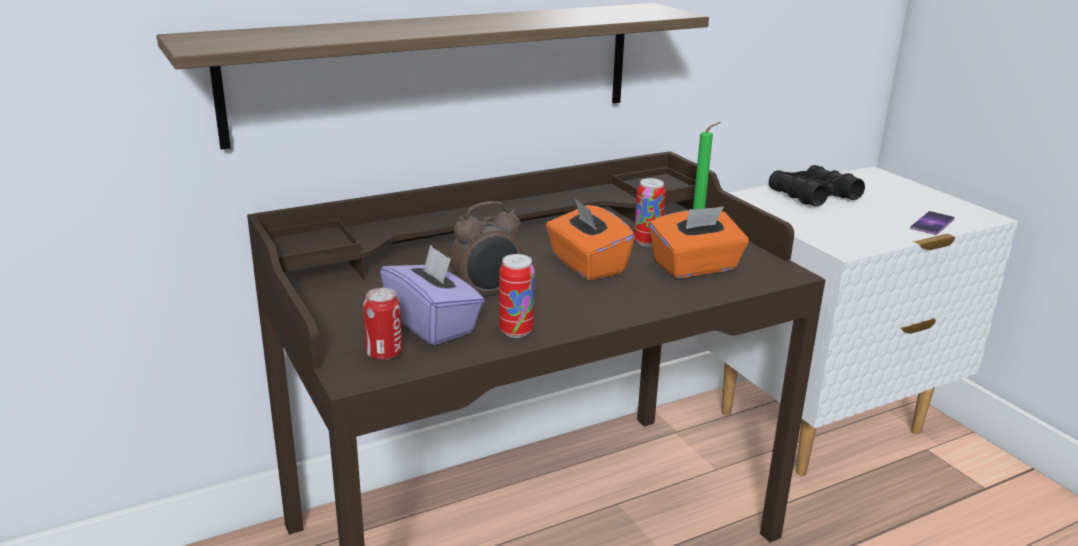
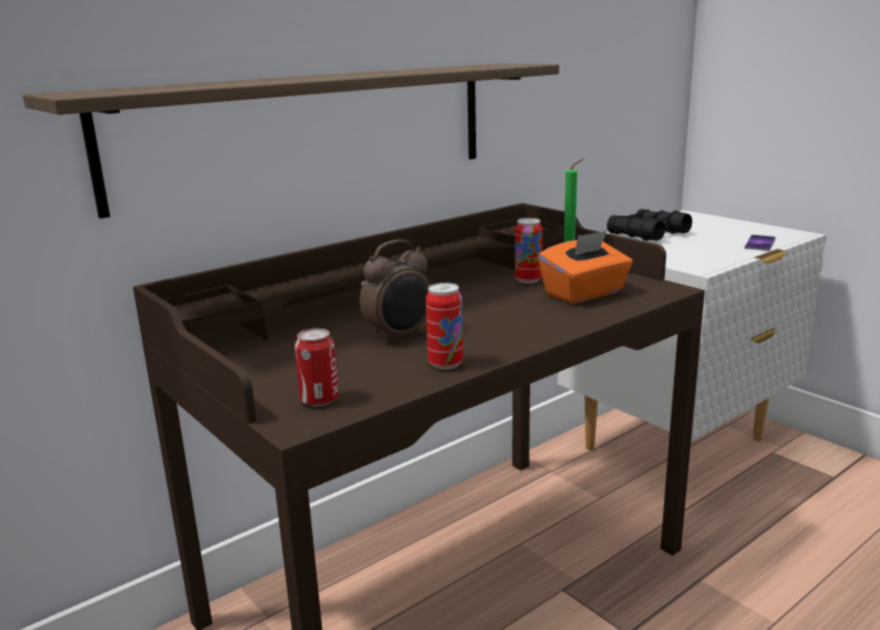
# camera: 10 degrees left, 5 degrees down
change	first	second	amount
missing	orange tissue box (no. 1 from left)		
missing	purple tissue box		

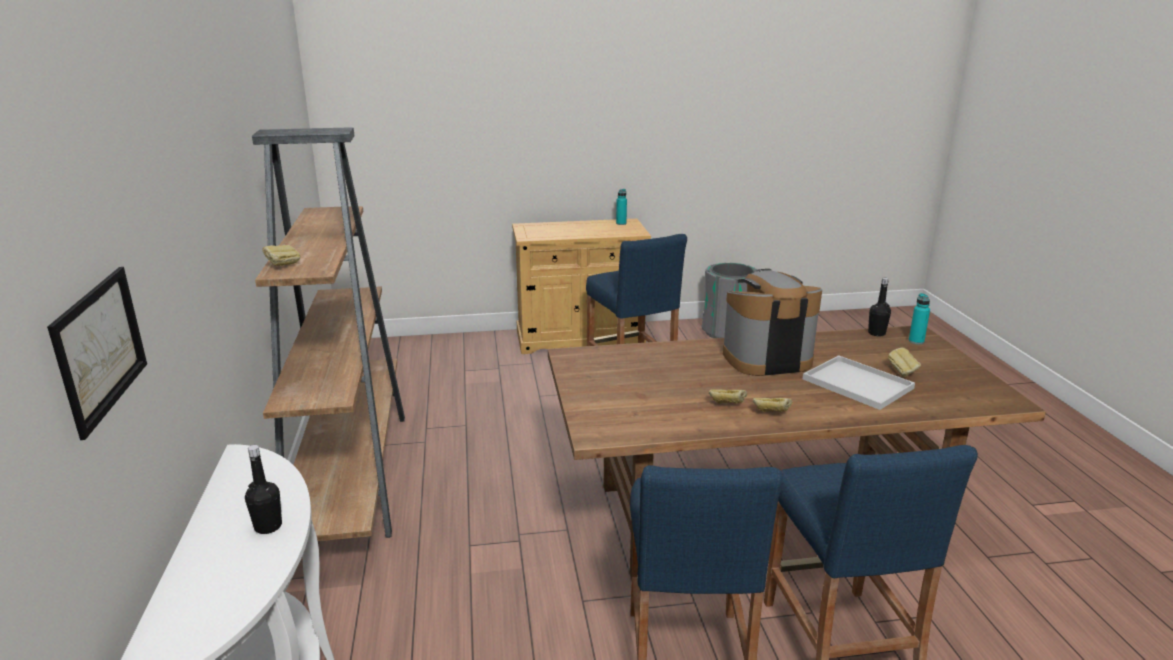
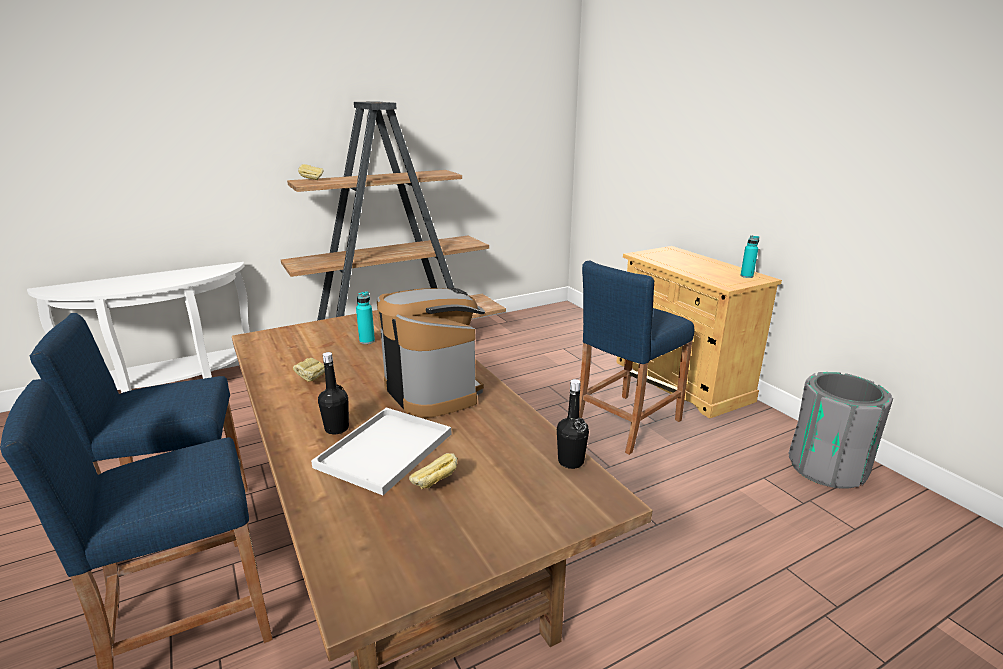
# camera: 70 degrees right, 0 degrees up
change	first	second	amount
missing	picture		
relocated	turquoise bottle (no. 2 from left in the first image)	turquoise bottle (no. 1 from left)	
missing	bread (no. 3 from left)		
relocated	black bottle (no. 1 from left)		

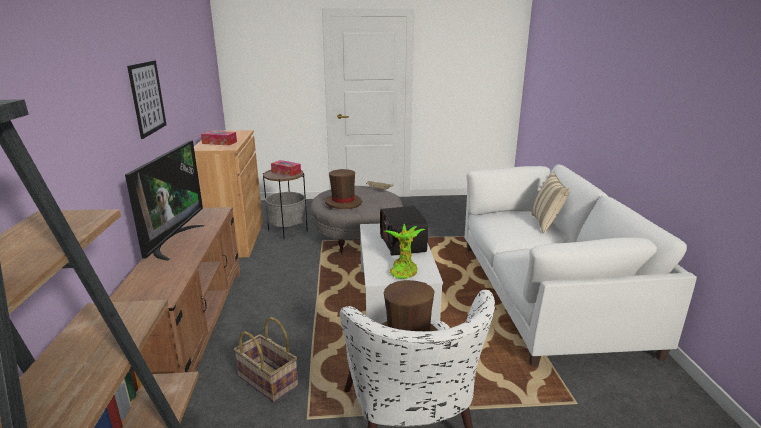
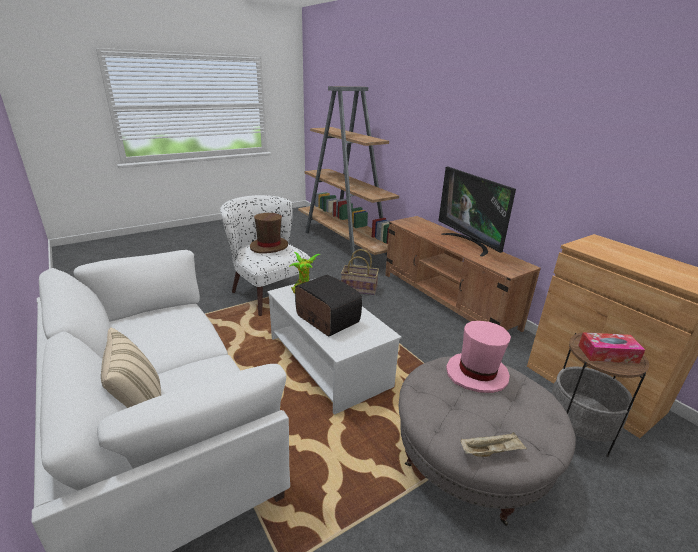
# camera: 150 degrees right, 5 degrees up
change	first	second	amount
missing	picture		
missing	tissue box (no. 1 from left)		
colour	brown hat (no. 1 from left)	pink hat	

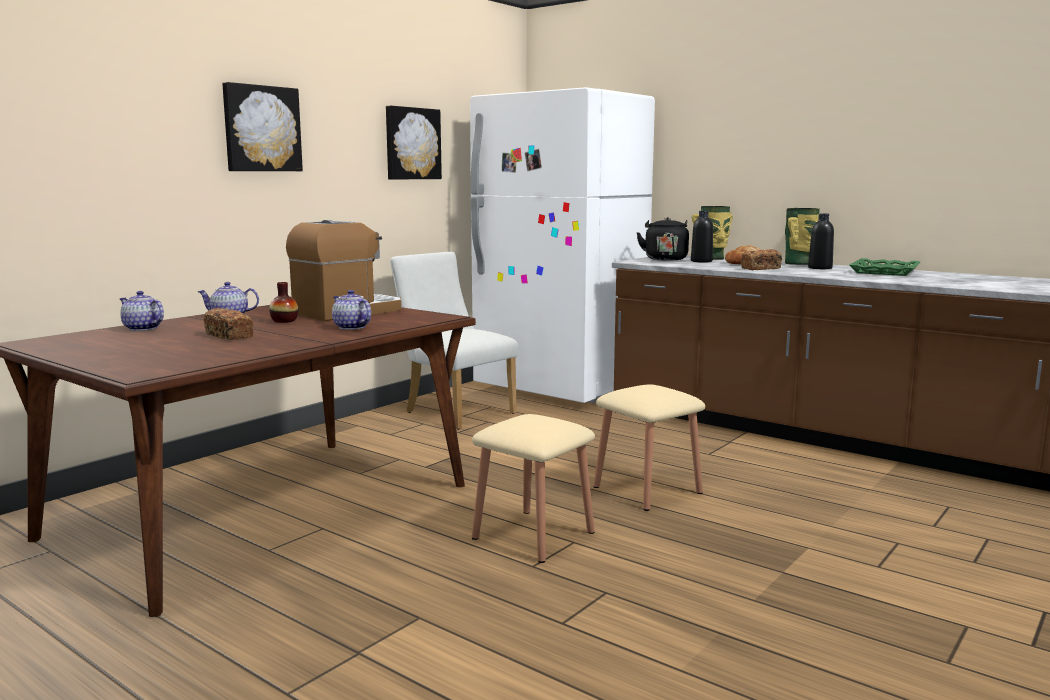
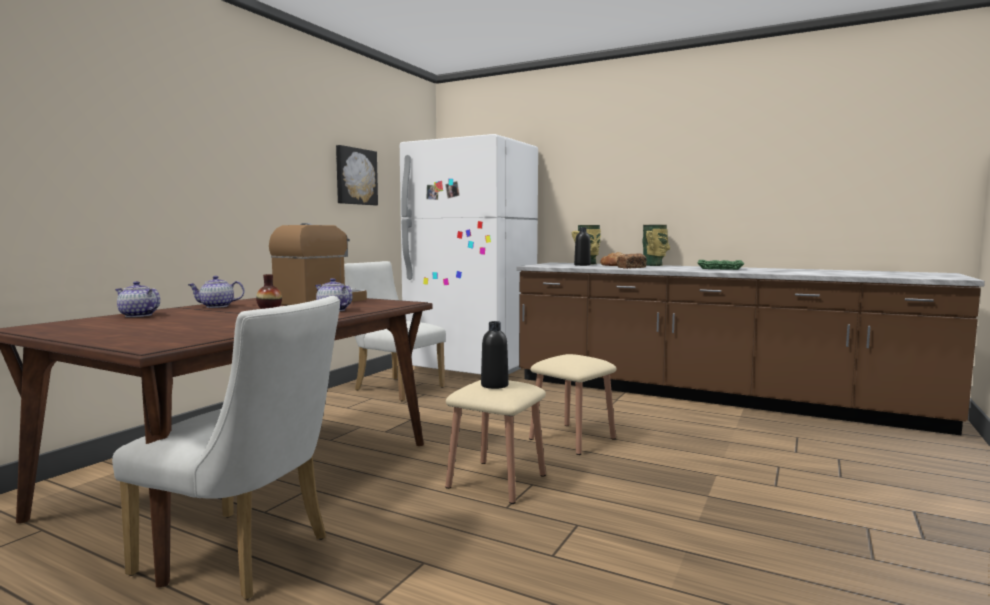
# camera: 10 degrees left, 5 degrees down
change	first	second	amount
missing	picture (no. 1 from left)		
relocated	black bottle (no. 2 from left in the first image)	black bottle (no. 1 from left)	
missing	black kettle		
missing	bread (no. 1 from left)		
appeared		white chair (no. 1 from left)	

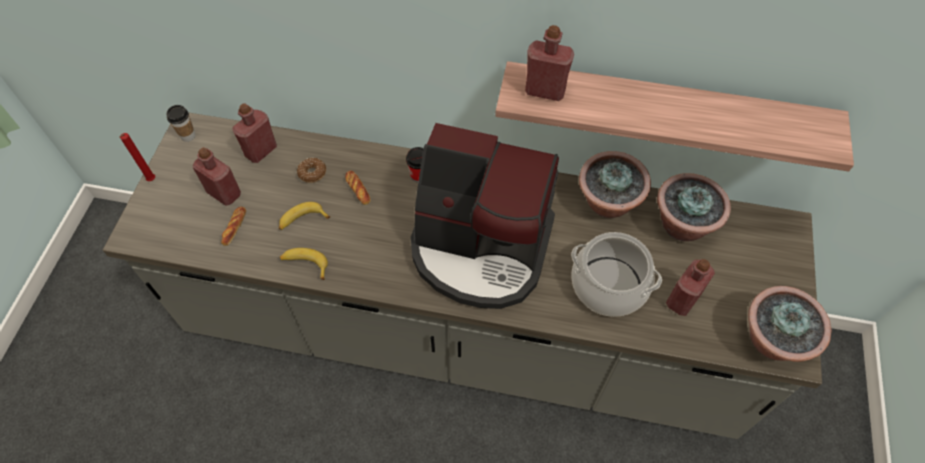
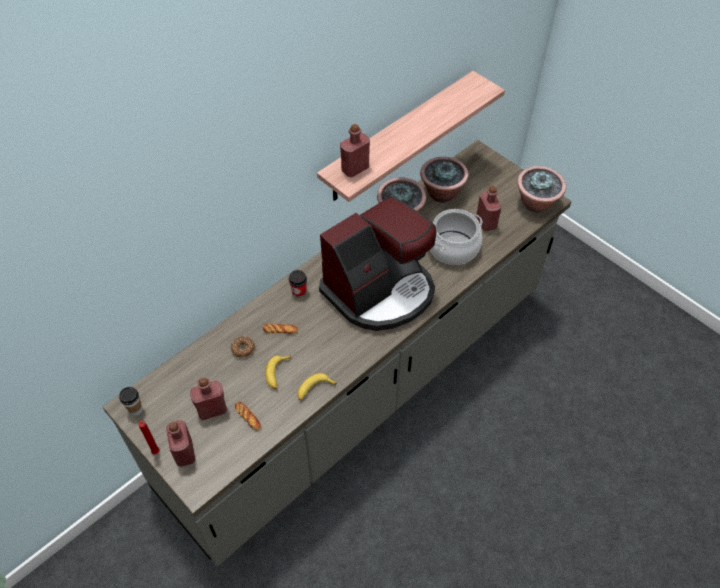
# camera: 55 degrees left, 5 degrees down
change	first	second	amount
relocated	red bottle (no. 2 from left in the first image)	red bottle (no. 1 from left)	

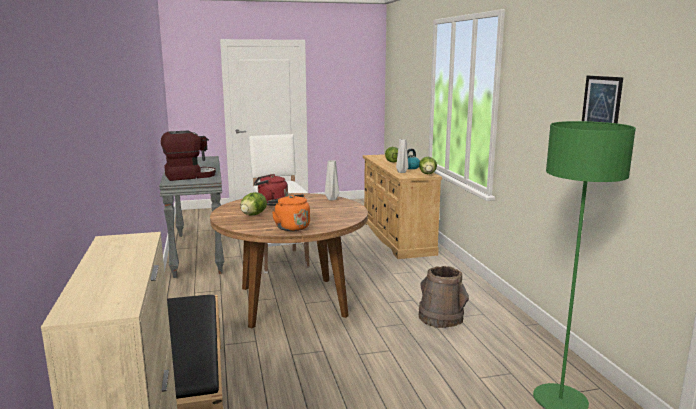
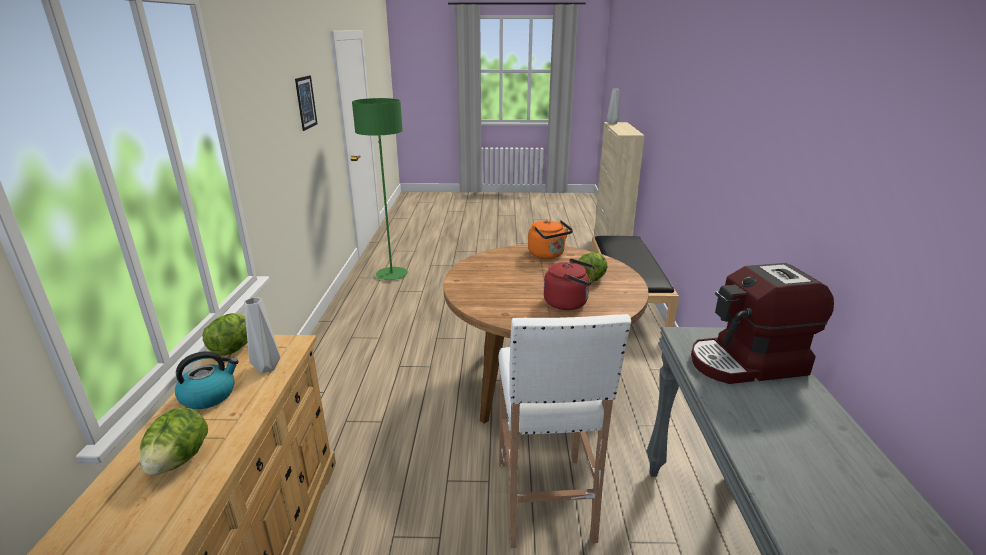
# camera: 165 degrees left, 10 degrees up
change	first	second	amount
relocated	grey vase (no. 1 from left in the first image)	grey vase (no. 2 from left)	
missing	brown bucket		

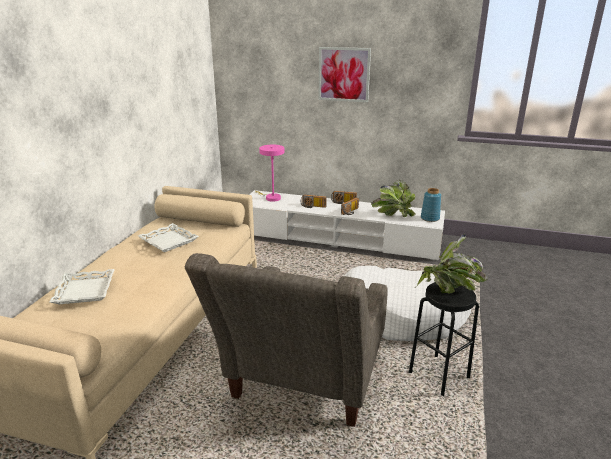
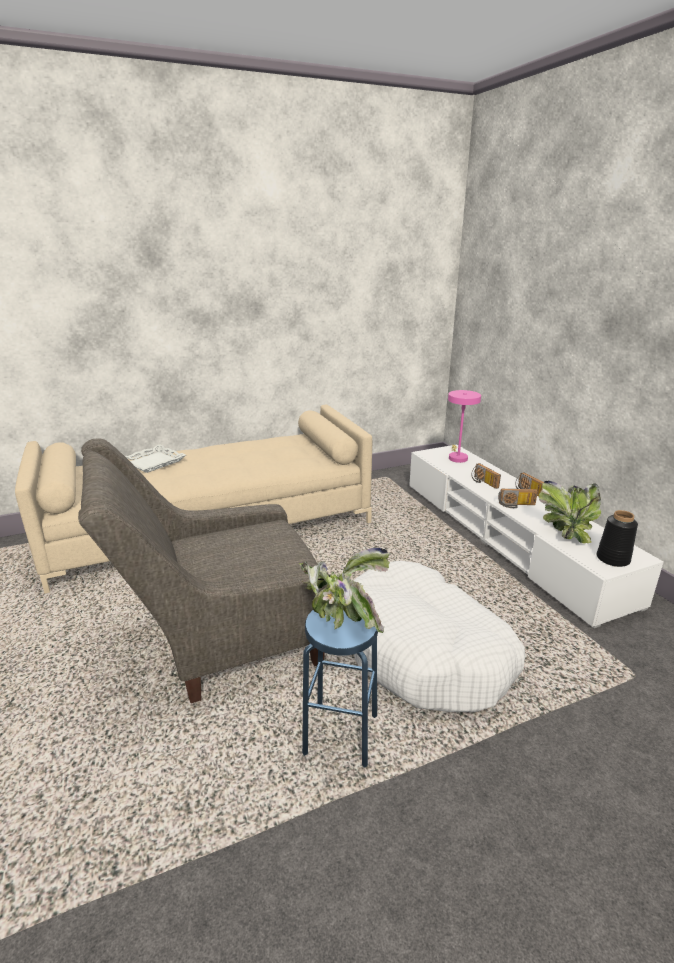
# camera: 50 degrees right, 0 degrees up
change	first	second	amount
missing	picture		
colour	blue vase	black vase	
missing	white tray (no. 2 from left)		
colour	black stool	blue stool	

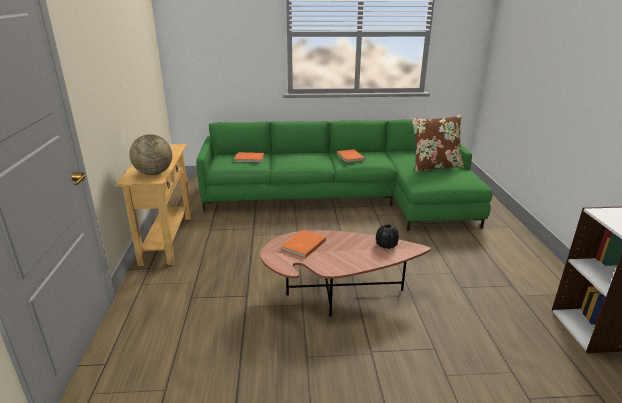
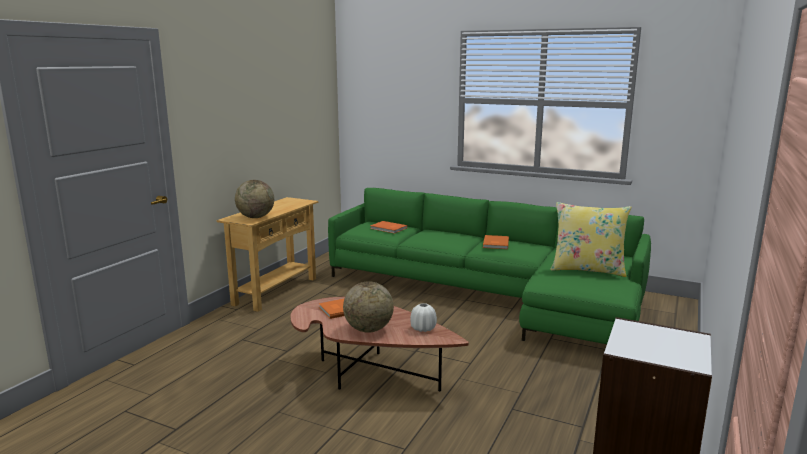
# camera: 30 degrees right, 10 degrees down
change	first	second	amount
colour	brown pillow	yellow pillow	
colour	black vase	white vase	
appeared		globe (no. 2 from left)	

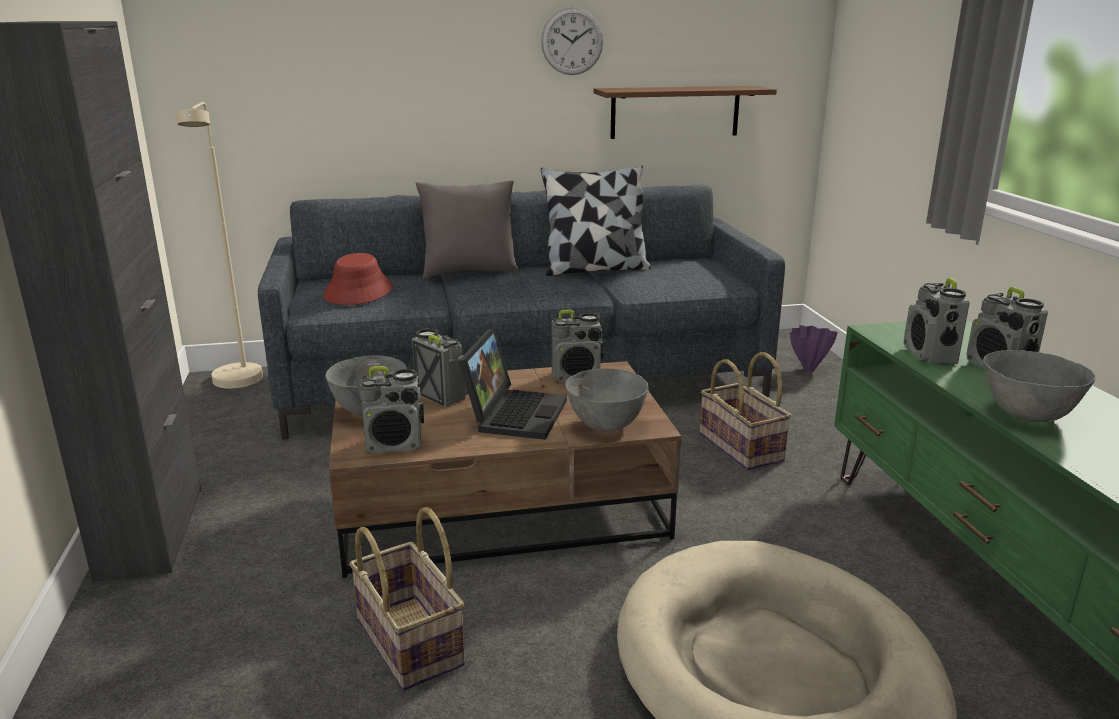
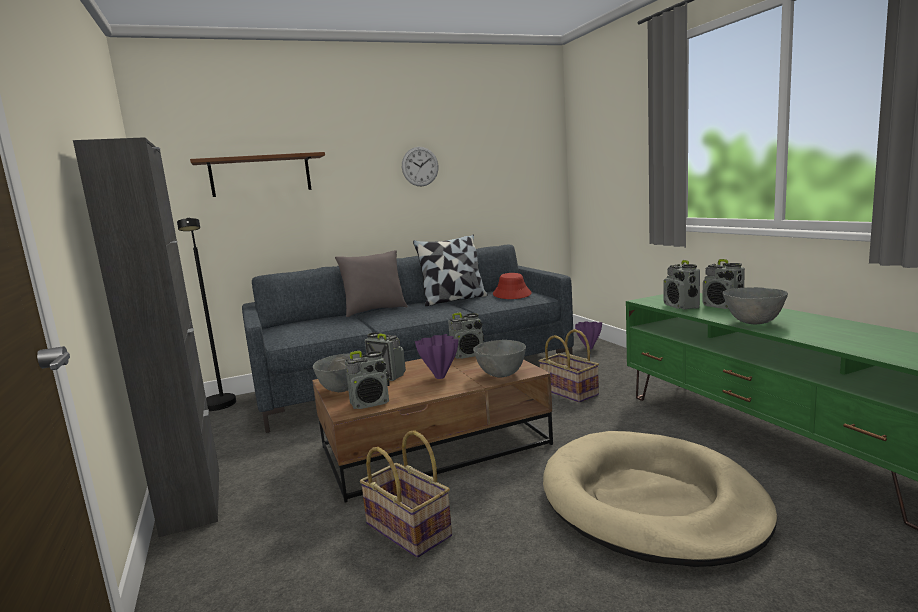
# camera: 10 degrees left, 10 degrees down
change	first	second	amount
relocated	brown shelf		
colour	beige floor lamp	black floor lamp	
relocated	red hat		
exchanged	laptop	purple vase (no. 1 from left)	

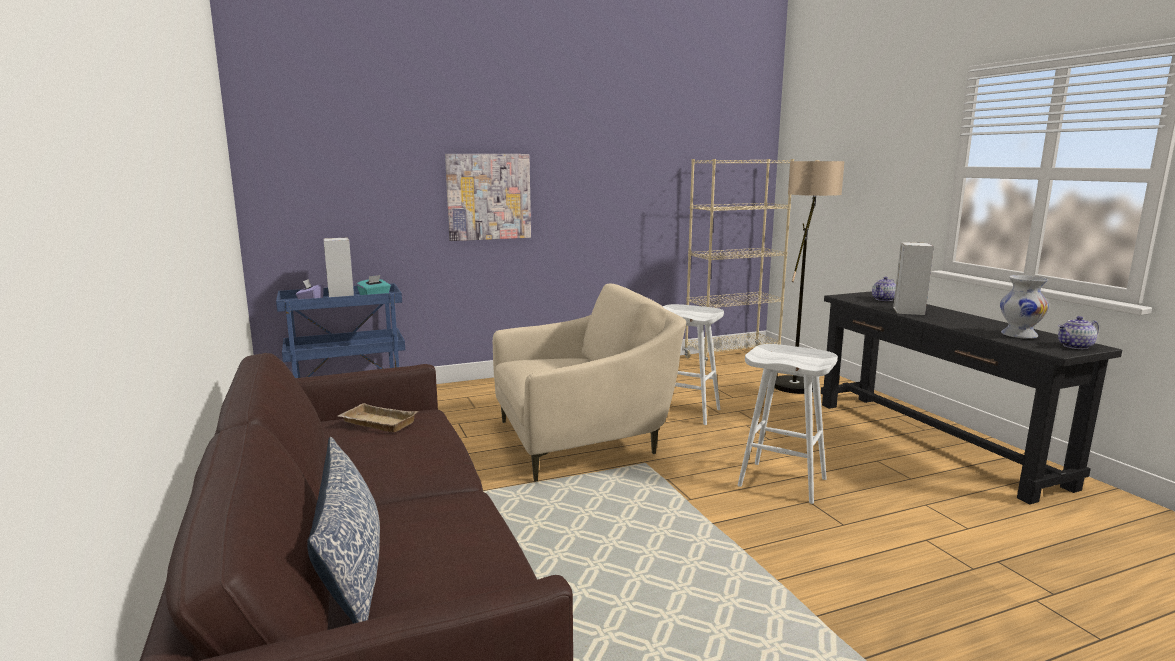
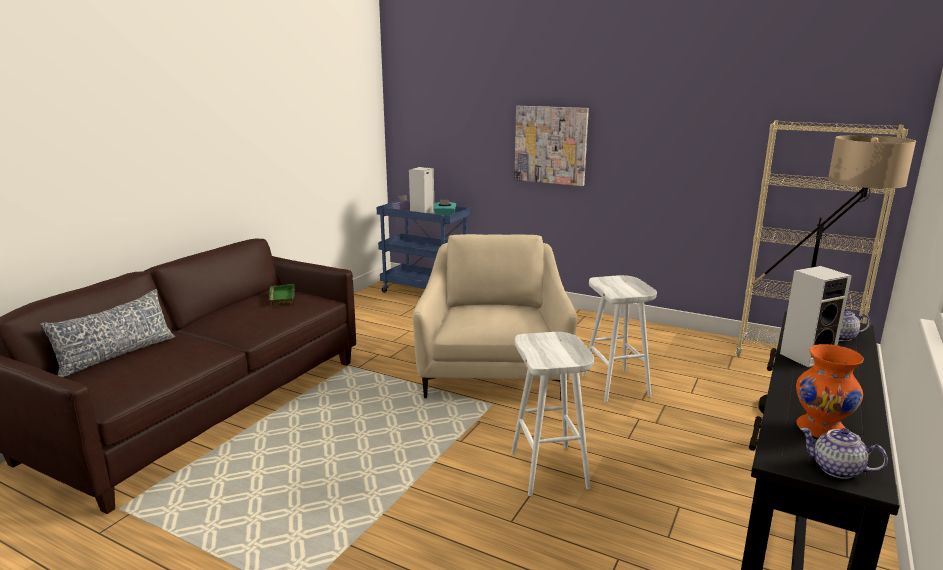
# camera: 50 degrees right, 5 degrees up
change	first	second	amount
colour	white vase	orange vase	
spun	beige armchair		120 degrees counterclockwise
colour	beige tray	green tray	

